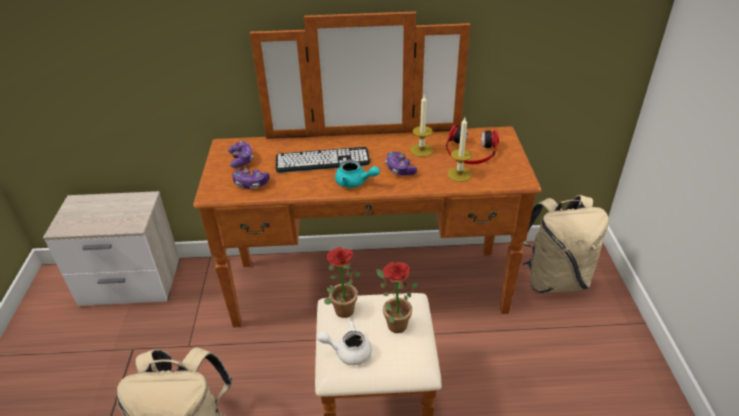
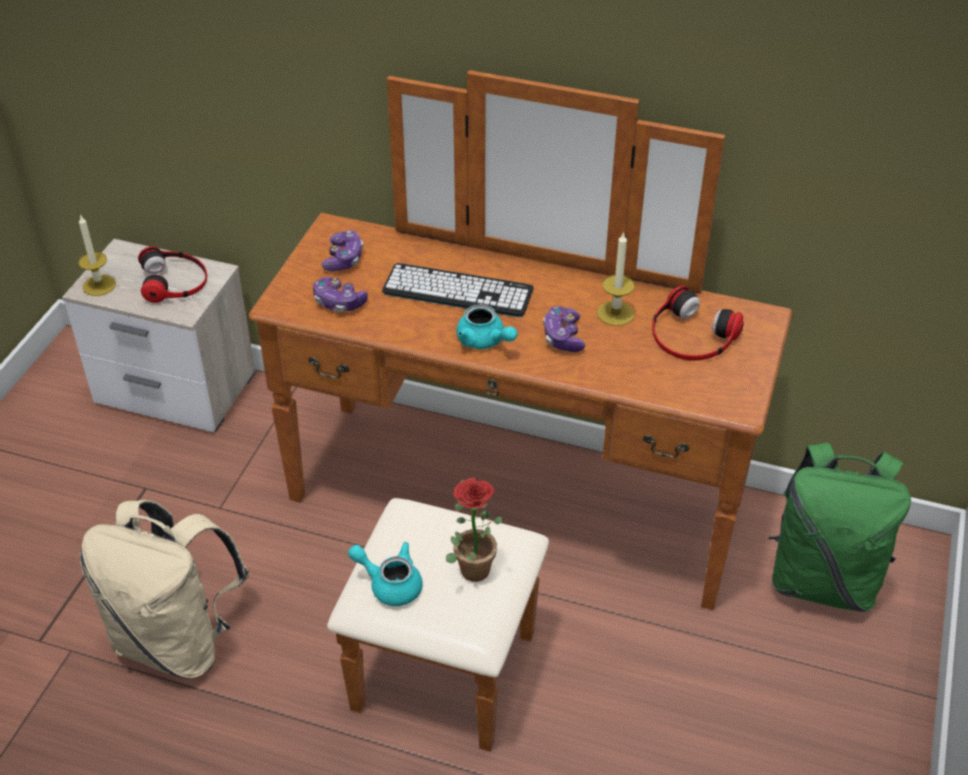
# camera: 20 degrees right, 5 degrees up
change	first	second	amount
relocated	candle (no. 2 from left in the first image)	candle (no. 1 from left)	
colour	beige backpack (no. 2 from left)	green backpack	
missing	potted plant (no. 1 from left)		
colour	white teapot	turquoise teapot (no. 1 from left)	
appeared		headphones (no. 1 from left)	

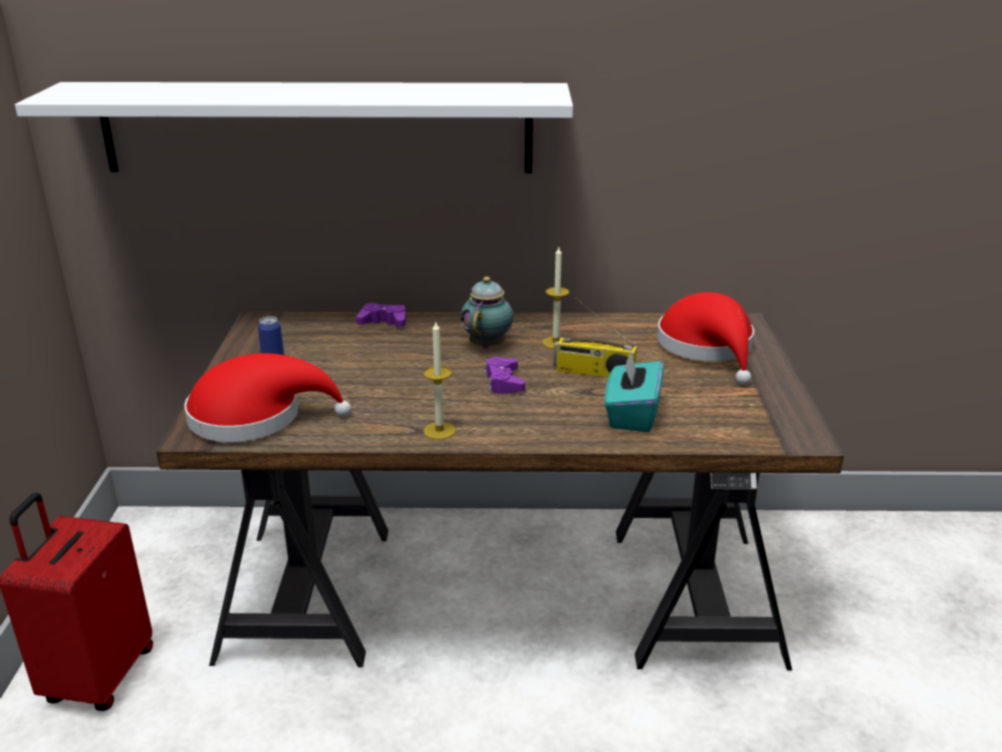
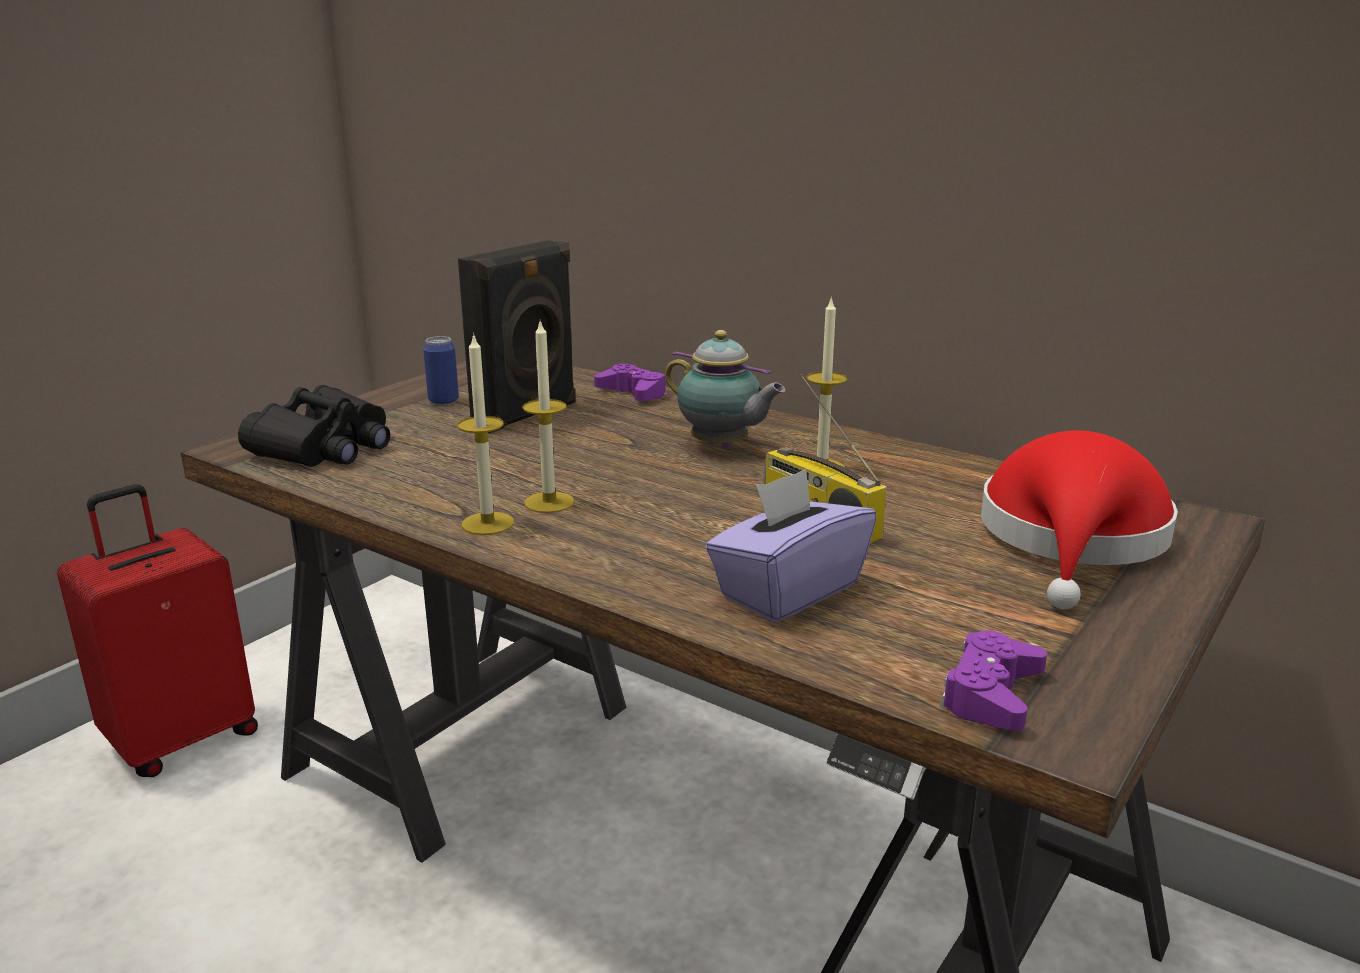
# camera: 35 degrees right, 5 degrees down
change	first	second	amount
missing	white shelf		
spun	teapot		75 degrees clockwise
colour	turquoise tissue box	purple tissue box	
exchanged	red hat (no. 1 from left)	black binoculars	
relocated	purple game controller (no. 2 from left)		
appeared		black speaker	
appeared		candle (no. 2 from left)	

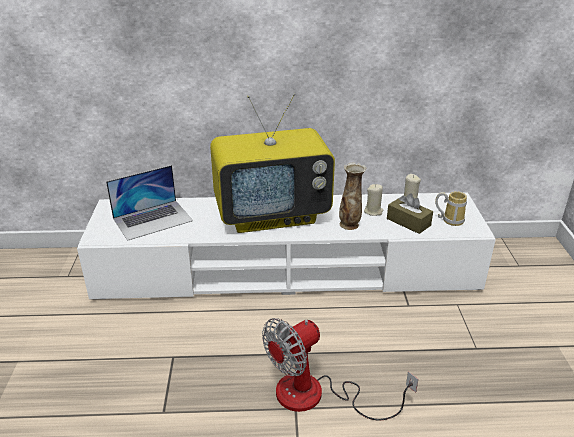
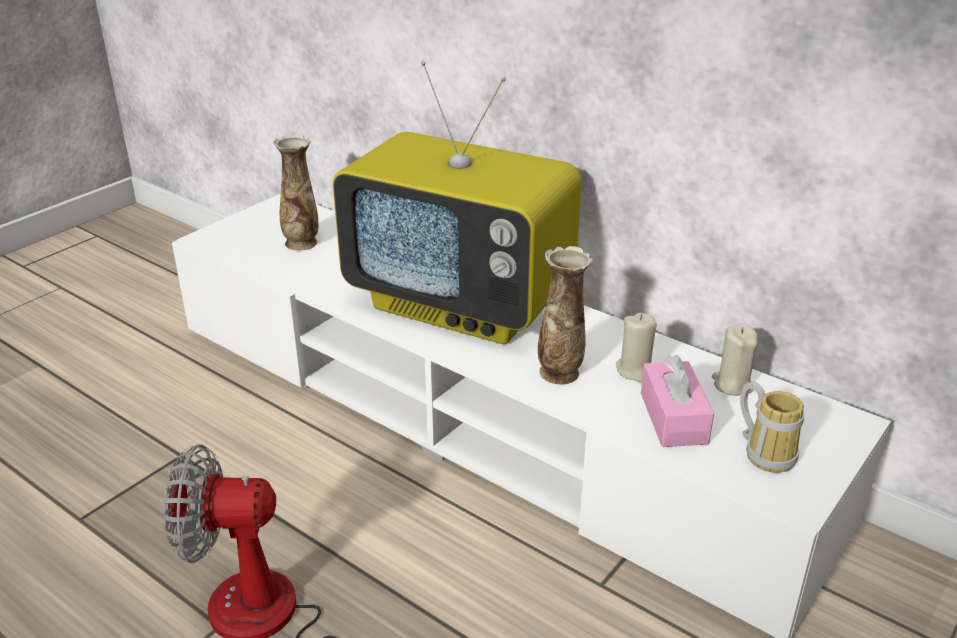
# camera: 40 degrees right, 0 degrees up
change	first	second	amount
exchanged	laptop	vase (no. 1 from left)	
colour	brown tissue box	pink tissue box	

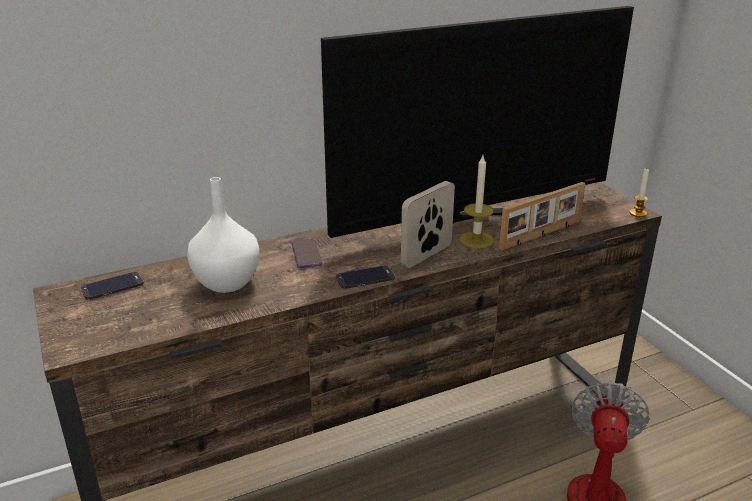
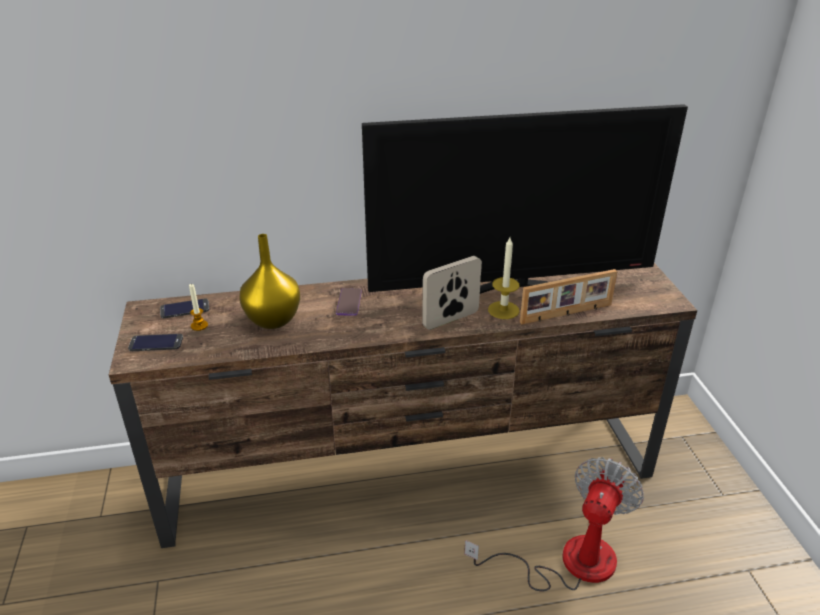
# camera: 15 degrees right, 5 degrees up
change	first	second	amount
relocated	candle (no. 2 from left in the first image)	candle (no. 1 from left)	
colour	white vase	yellow vase	
relocated	phone (no. 3 from left in the first image)	phone (no. 1 from left)	

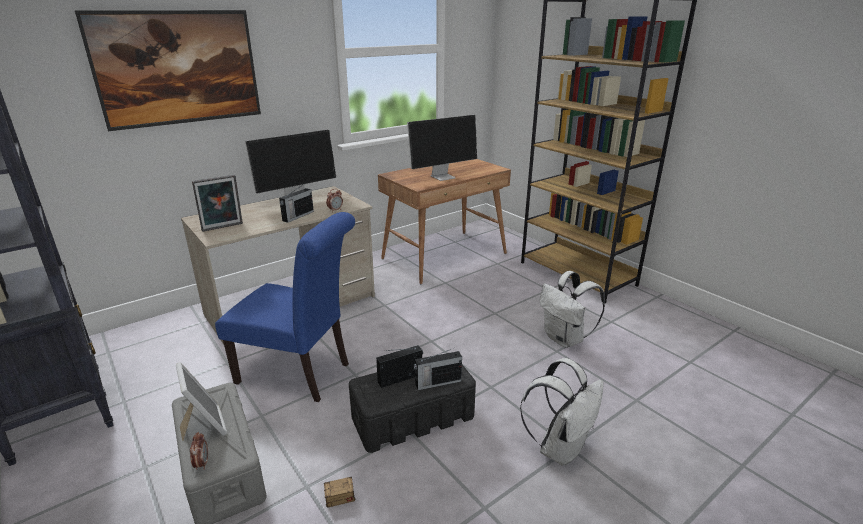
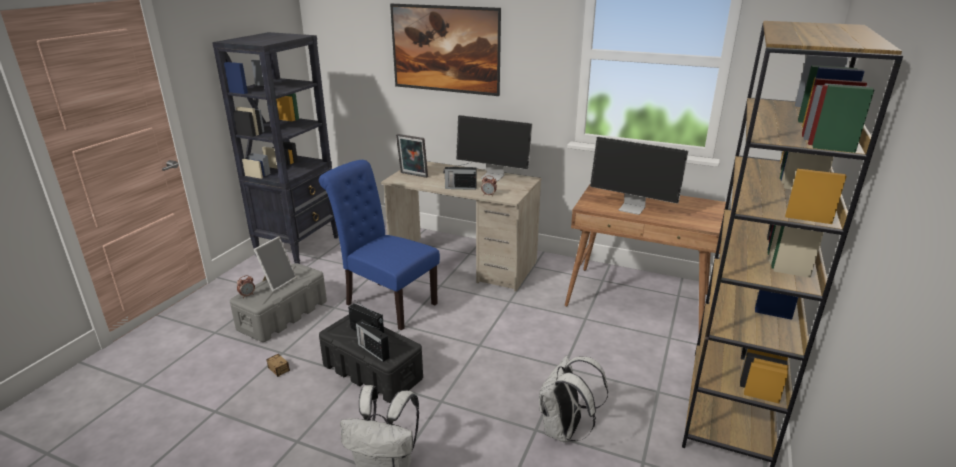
# camera: 60 degrees right, 0 degrees up
change	first	second	amount
spun	blue chair		135 degrees clockwise

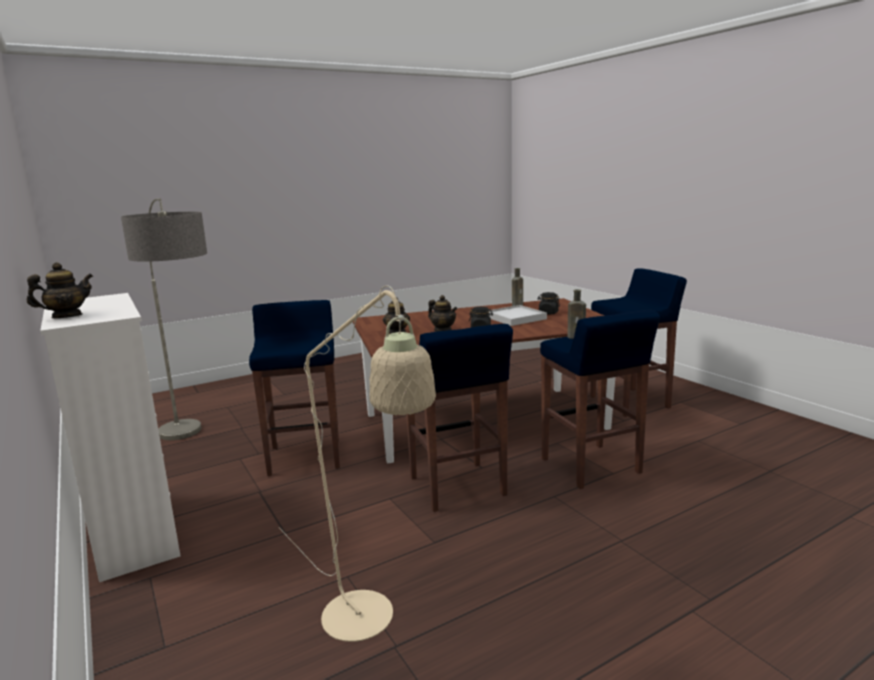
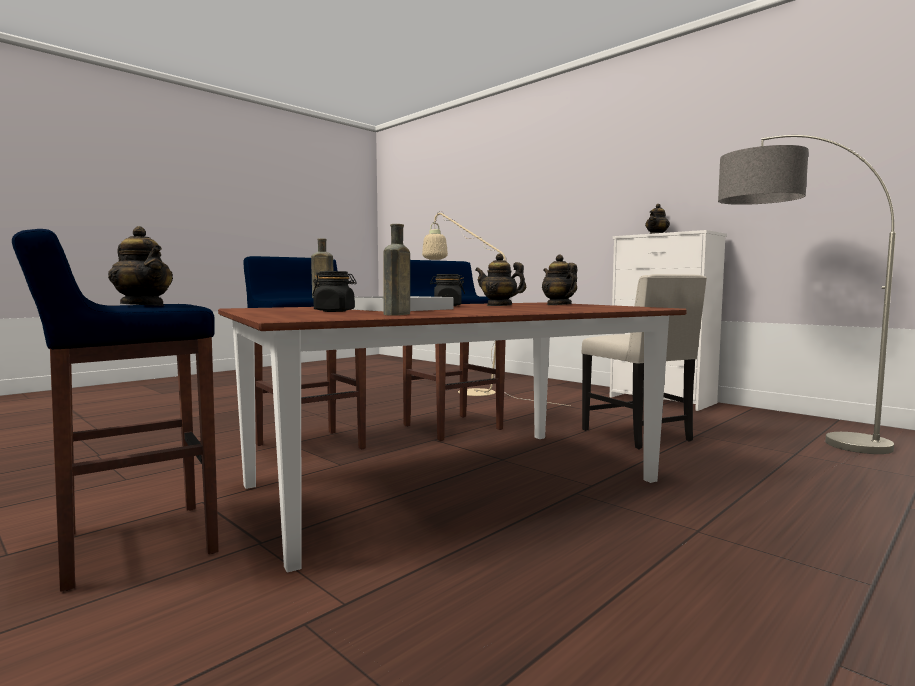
# camera: 165 degrees right, 10 degrees down
change	first	second	amount
exchanged	blue stool (no. 1 from left)	beige chair	
appeared		teapot (no. 1 from left)	

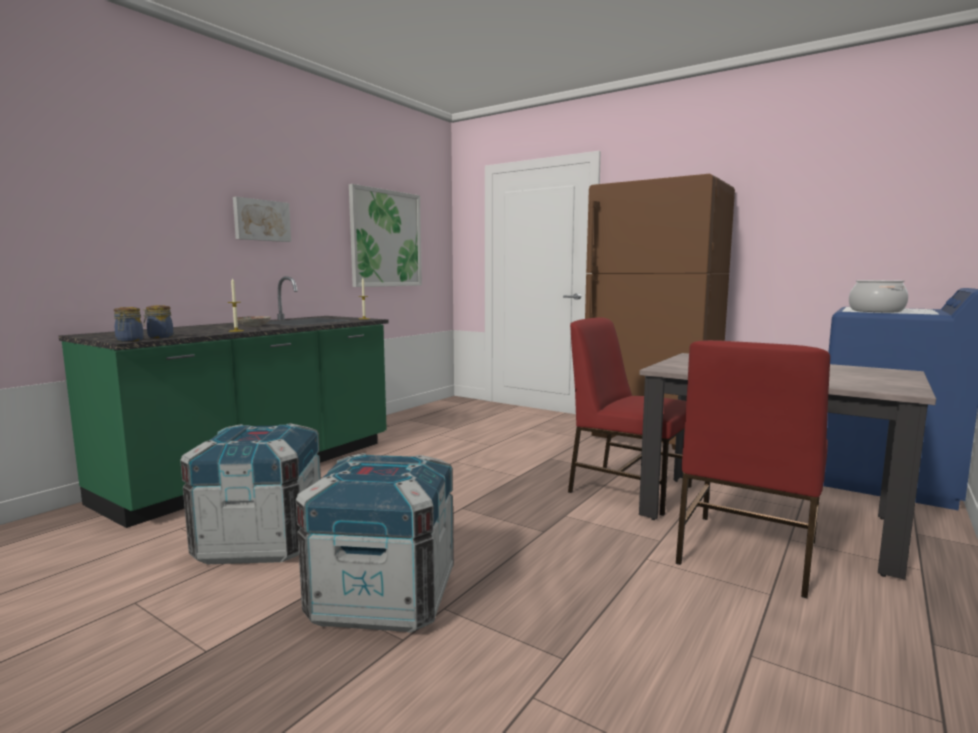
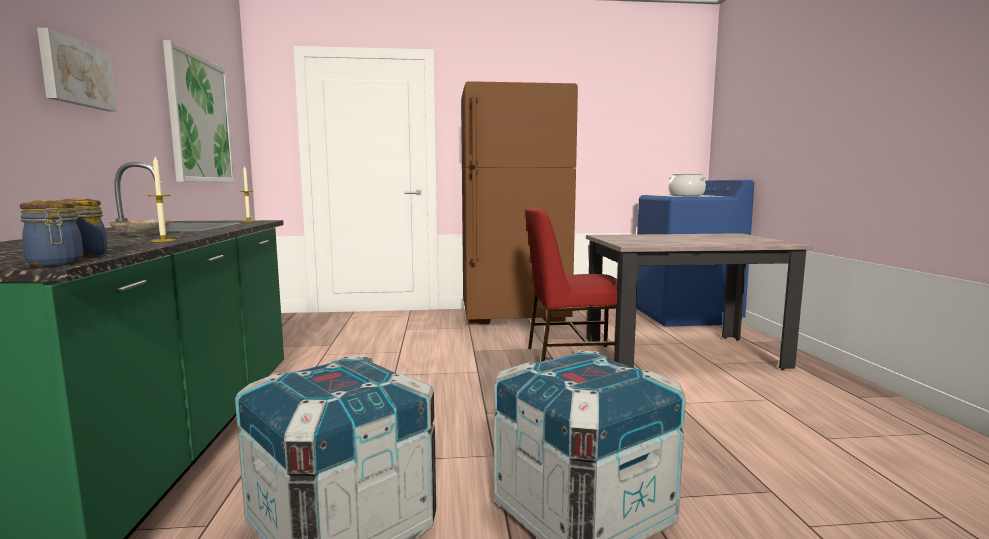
# camera: 40 degrees left, 0 degrees up
change	first	second	amount
missing	red chair (no. 2 from left)		

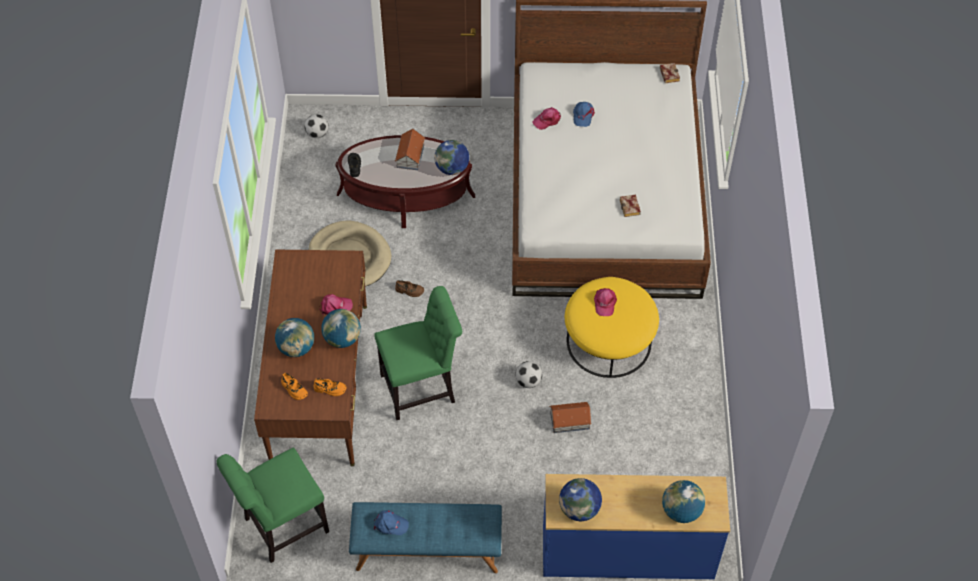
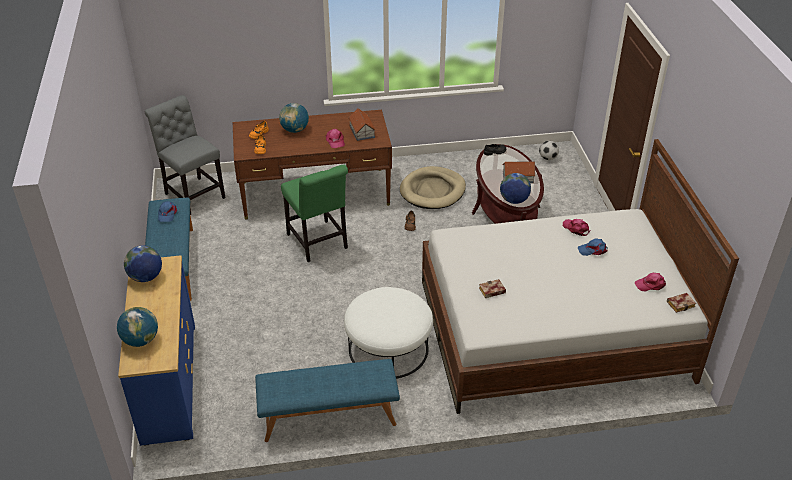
# camera: 80 degrees right, 15 degrees down
change	first	second	amount
colour	yellow ottoman	white ottoman	
relocated	pink cap (no. 3 from left)		
missing	globe (no. 2 from left)		
missing	football (no. 2 from left)		
relocated	toy house (no. 2 from left in the first image)	toy house (no. 1 from left)	
colour	green chair (no. 1 from left)	grey chair	
appeared		blue bench (no. 2 from left)	

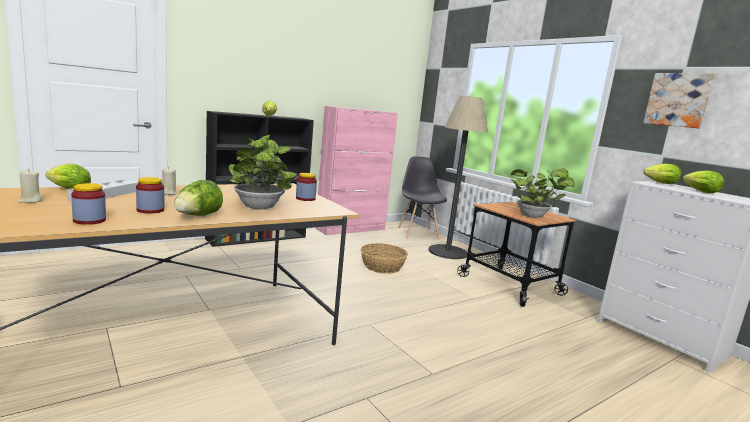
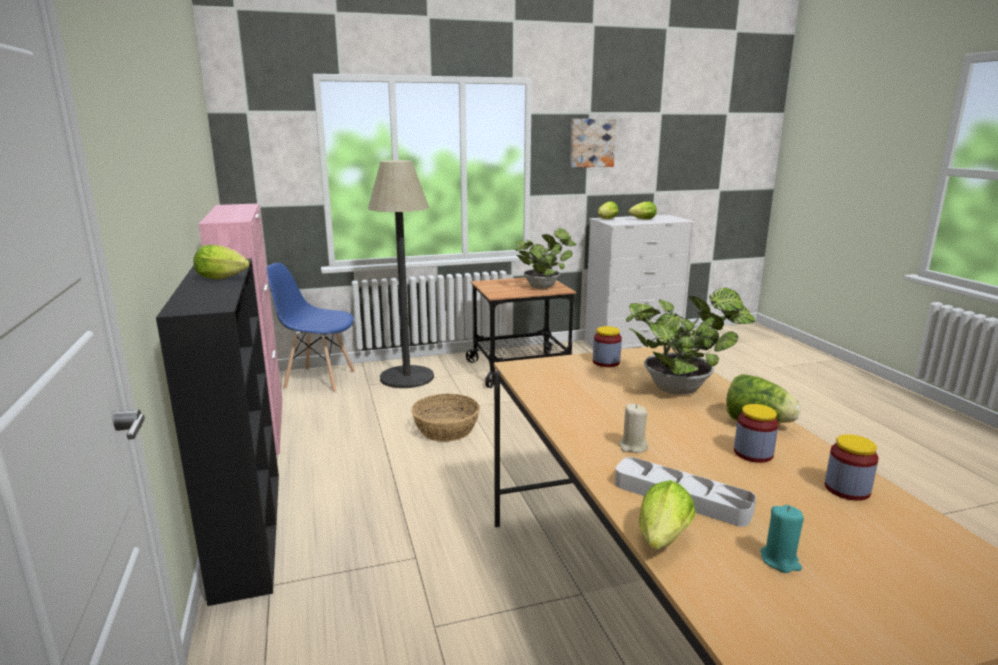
# camera: 70 degrees left, 5 degrees up
change	first	second	amount
colour	grey chair	blue chair	
colour	beige candle (no. 1 from left)	turquoise candle	

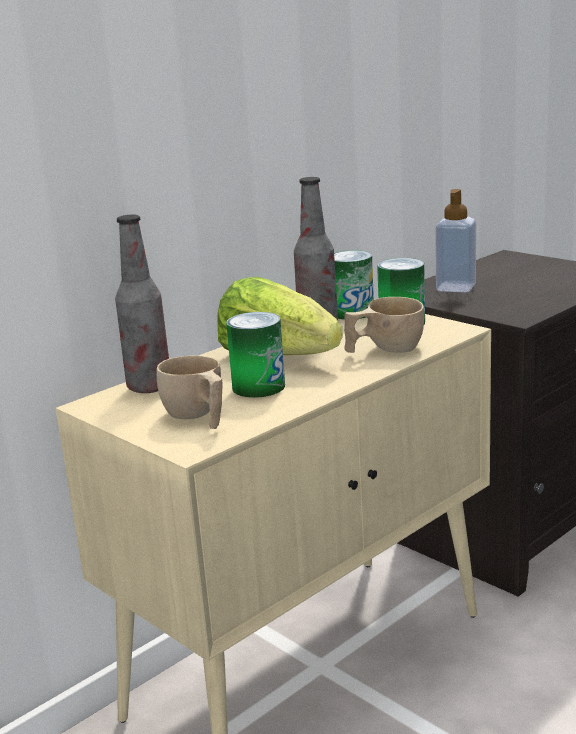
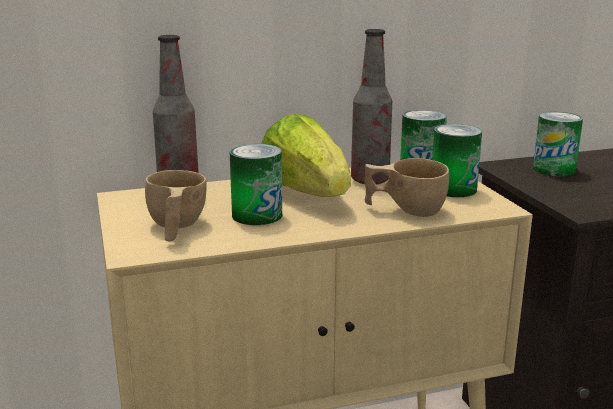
# camera: 25 degrees right, 0 degrees up
change	first	second	amount
exchanged	soap dispenser	can (no. 4 from left)	

